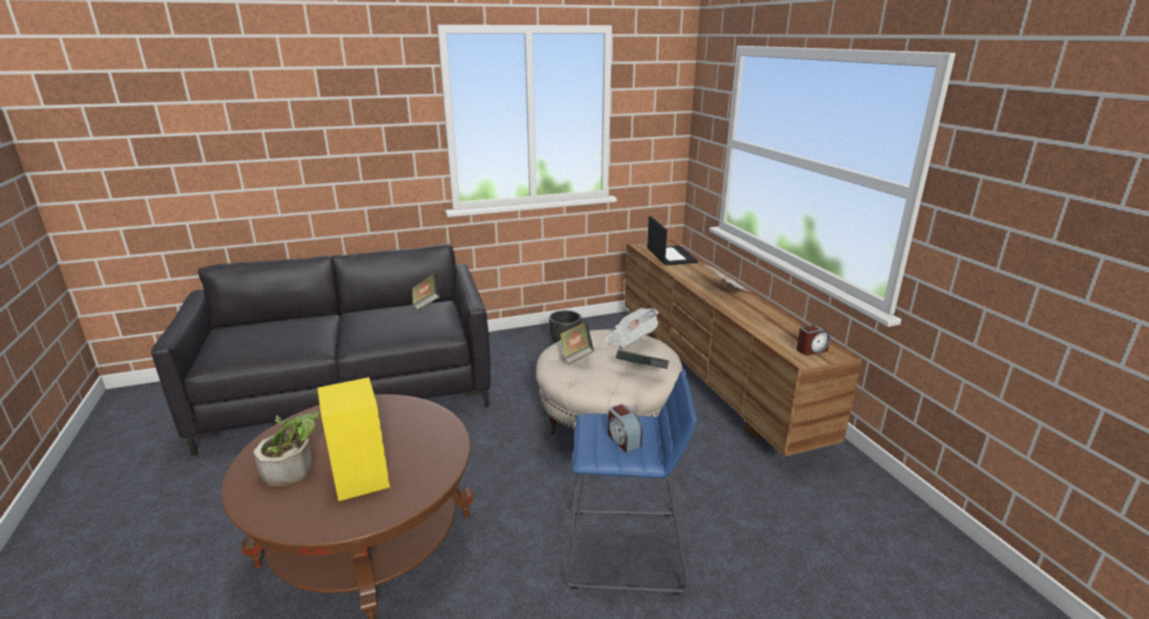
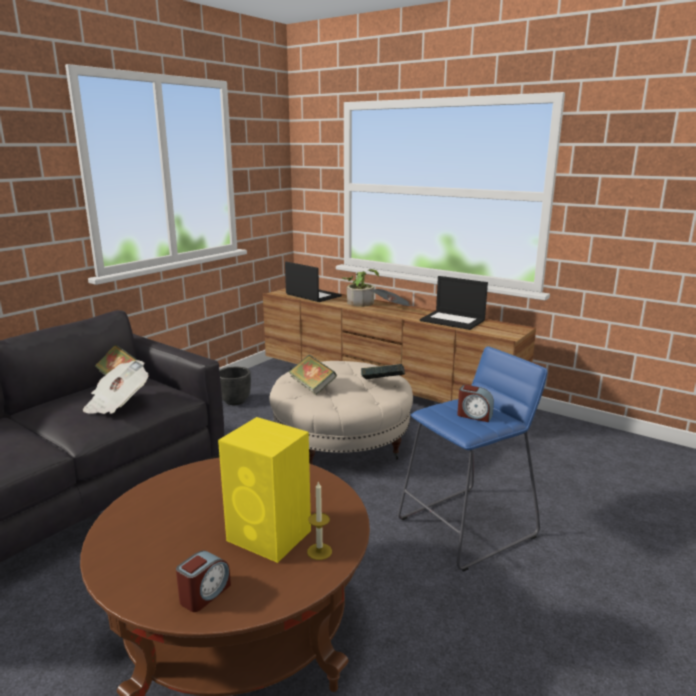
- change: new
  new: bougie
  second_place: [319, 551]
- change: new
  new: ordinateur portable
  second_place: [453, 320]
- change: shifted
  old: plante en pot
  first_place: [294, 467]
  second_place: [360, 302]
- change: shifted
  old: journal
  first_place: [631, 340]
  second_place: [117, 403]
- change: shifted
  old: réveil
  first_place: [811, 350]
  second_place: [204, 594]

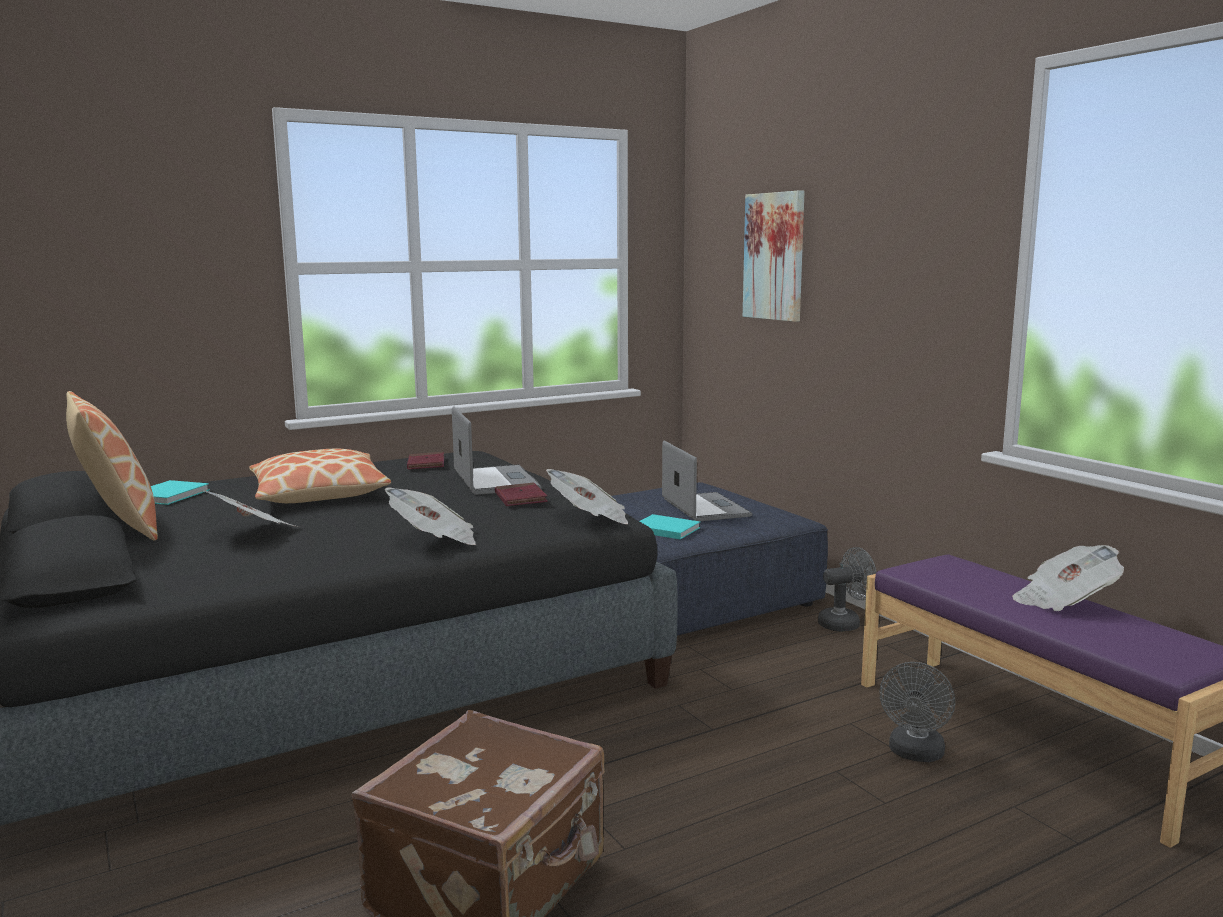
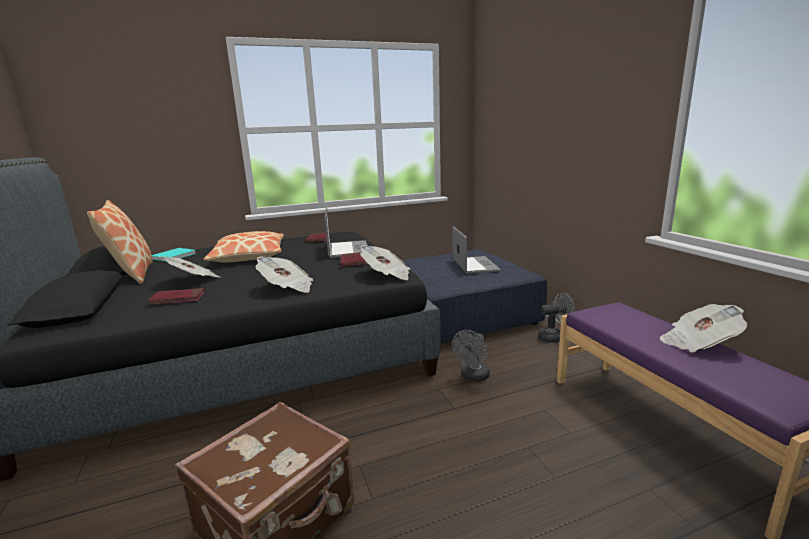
- change: gone
  old: livre/turquoise
  first_place: [664, 529]
- change: gone
  old: tableau
  first_place: [775, 256]
- change: new
  new: livre/rouge
  second_place: [178, 299]
- change: shifted
  old: ventilateur/gris
  first_place: [915, 754]
  second_place: [473, 377]

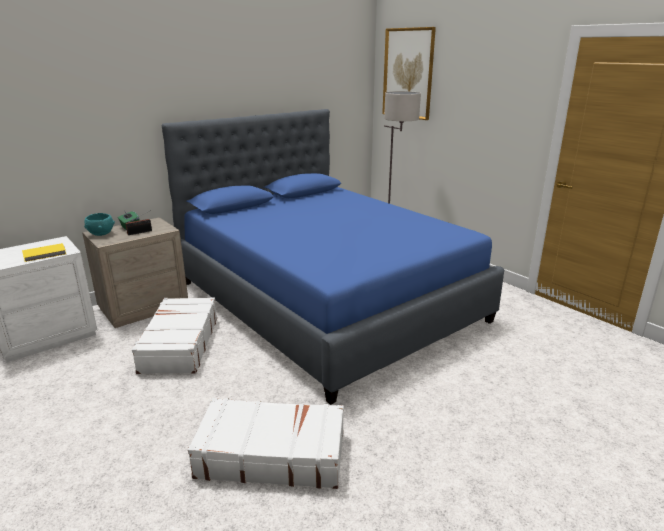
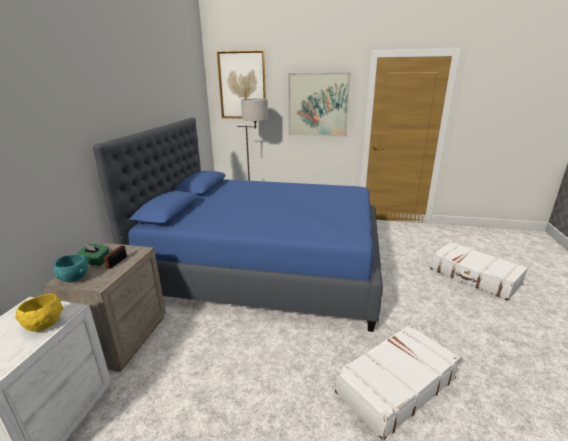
- change: new
  new: tableau
  second_place: [318, 105]
- change: shifted
  old: valise/blanc
  first_place: [179, 344]
  second_place: [474, 277]
- change: swapped
  old: livre/jaune
  new: bol/jaune
  first_place: [45, 254]
  second_place: [45, 325]

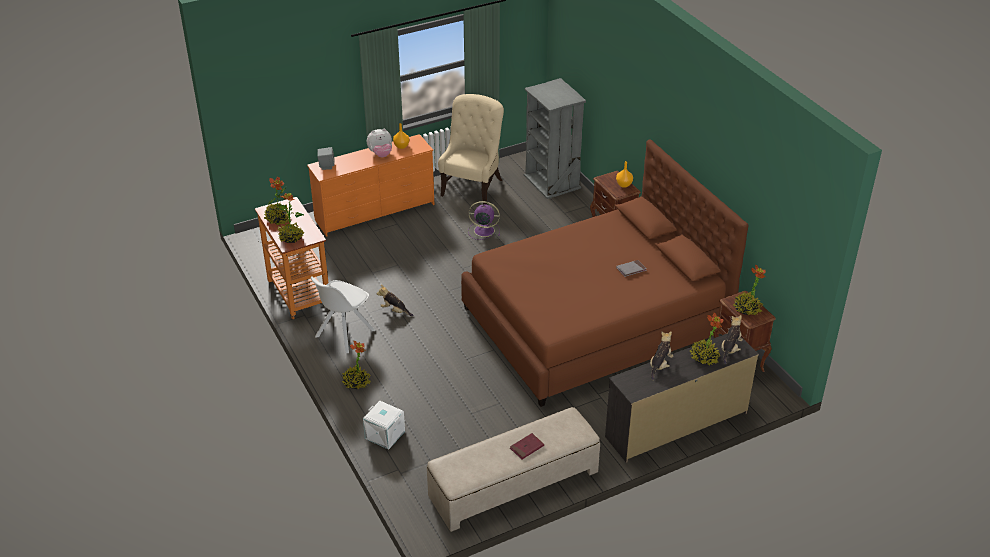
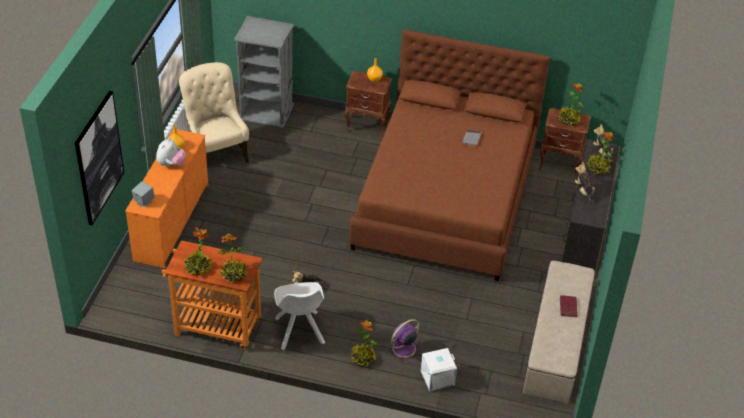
- change: new
  new: tableau
  second_place: [98, 158]
- change: shifted
  old: ventilateur/violet
  first_place: [483, 230]
  second_place: [403, 349]

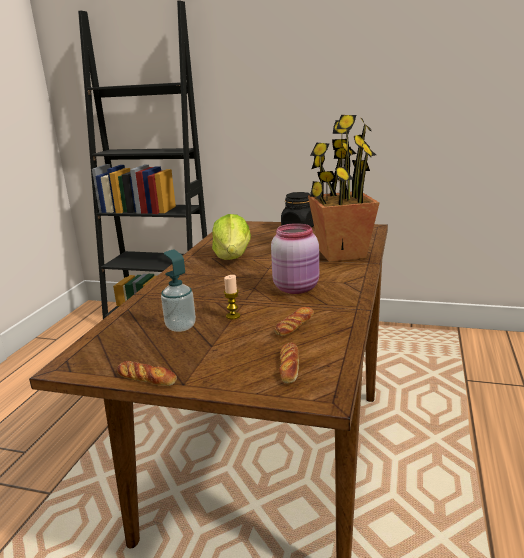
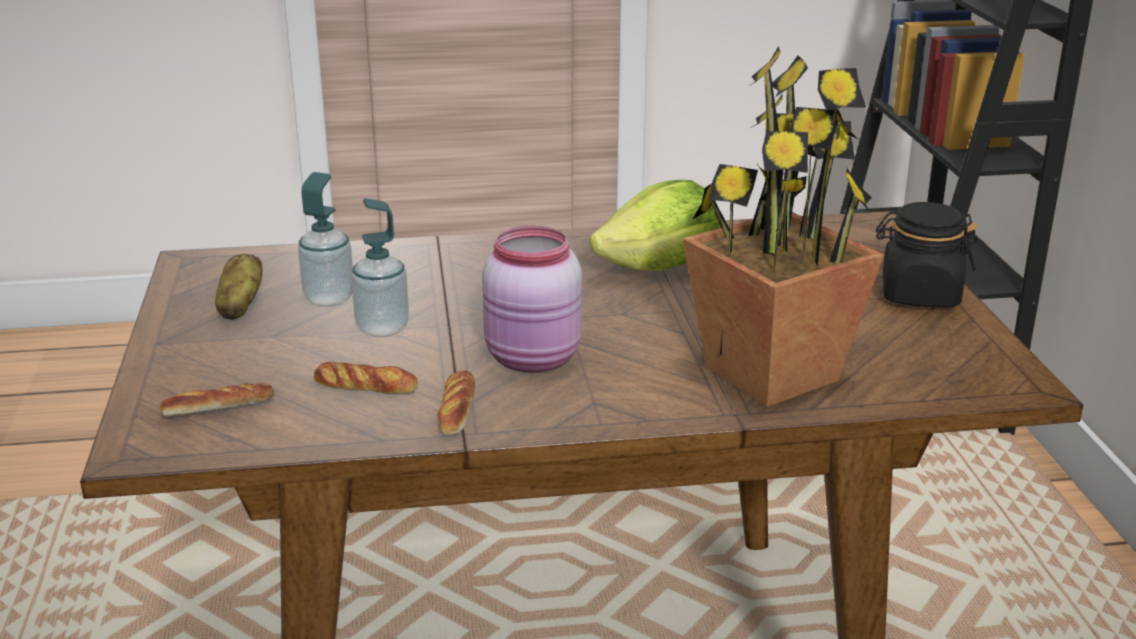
- change: new
  new: pomme de terre
  second_place: [240, 307]
- change: shifted
  old: pain
  first_place: [147, 378]
  second_place: [457, 410]
- change: swapped
  old: bougie
  new: distributeur de savon
  first_place: [233, 316]
  second_place: [382, 328]

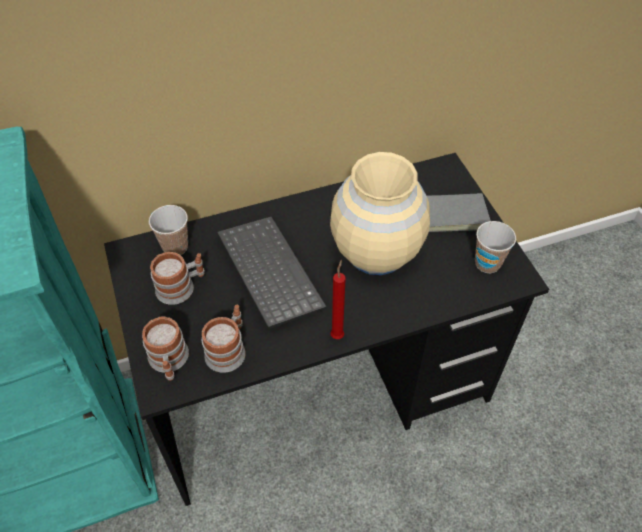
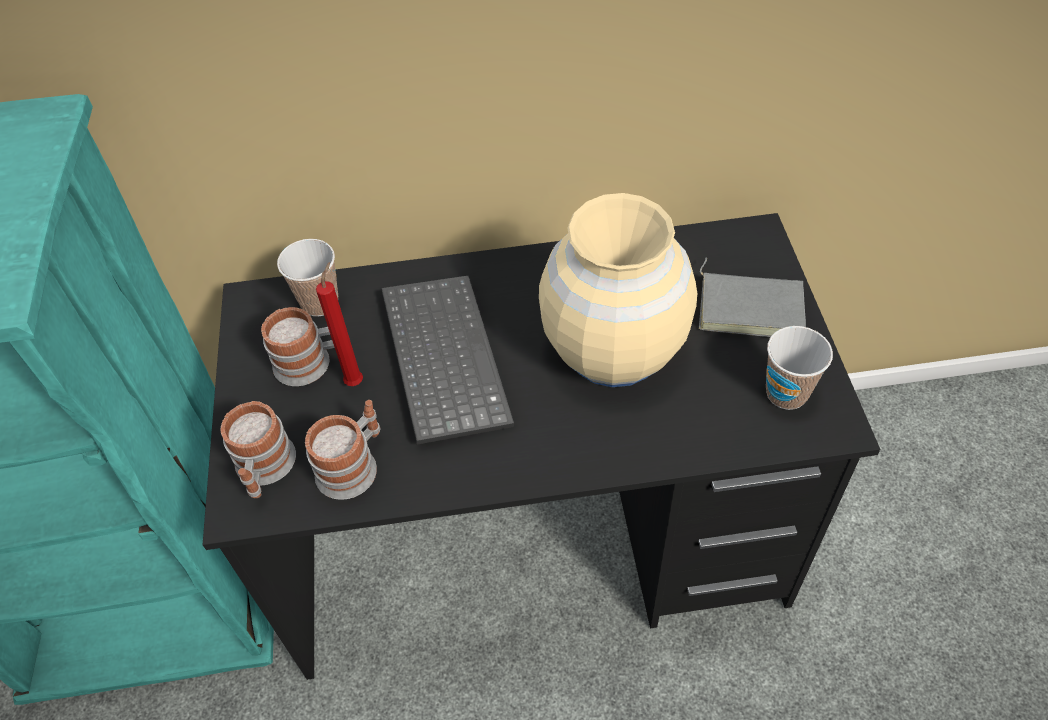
- change: shifted
  old: bougie/rouge
  first_place: [337, 334]
  second_place: [356, 380]

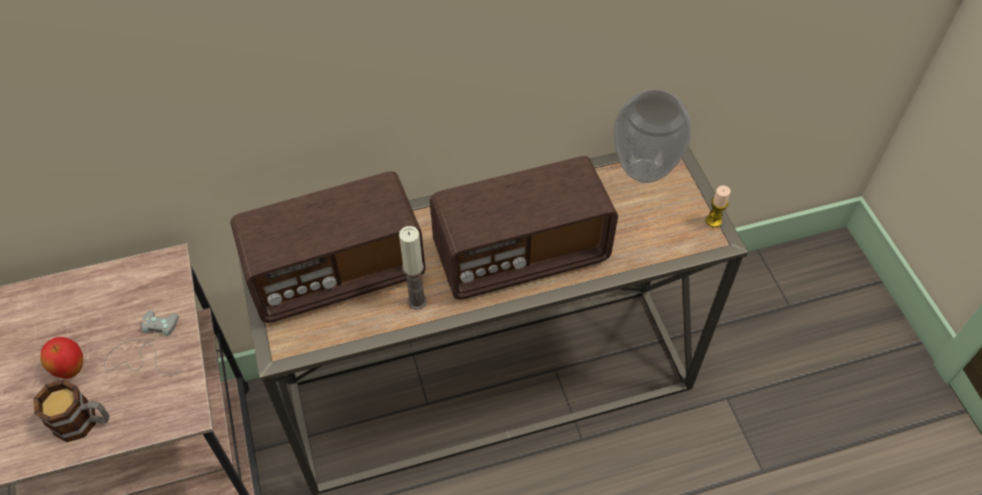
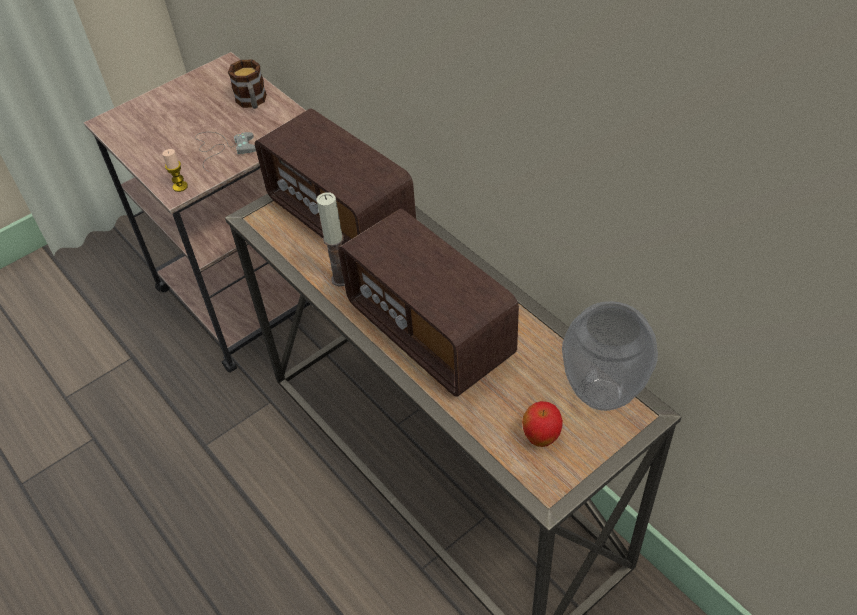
- change: shifted
  old: mug
  first_place: [84, 422]
  second_place: [252, 102]
- change: shifted
  old: pomme
  first_place: [71, 369]
  second_place: [541, 438]
- change: shifted
  old: bougie
  first_place: [713, 220]
  second_place: [180, 186]

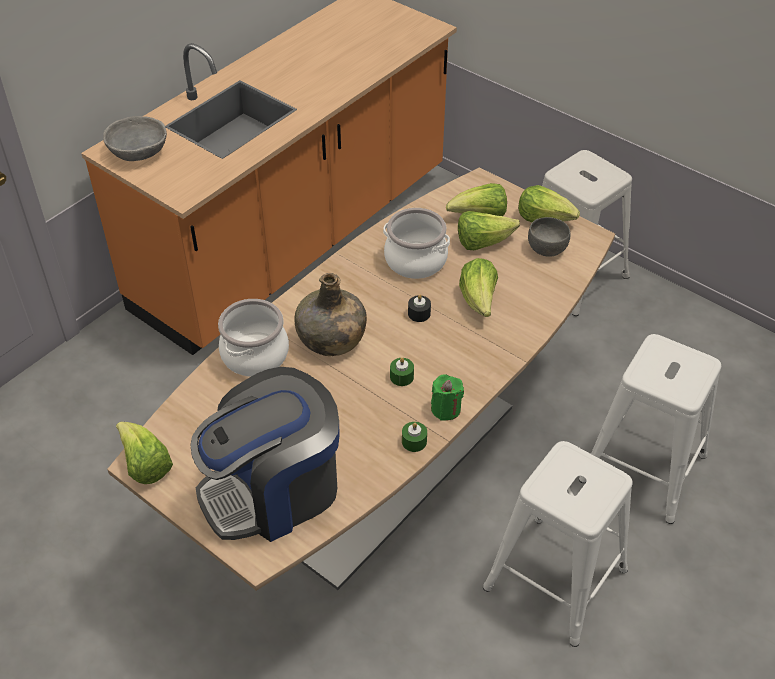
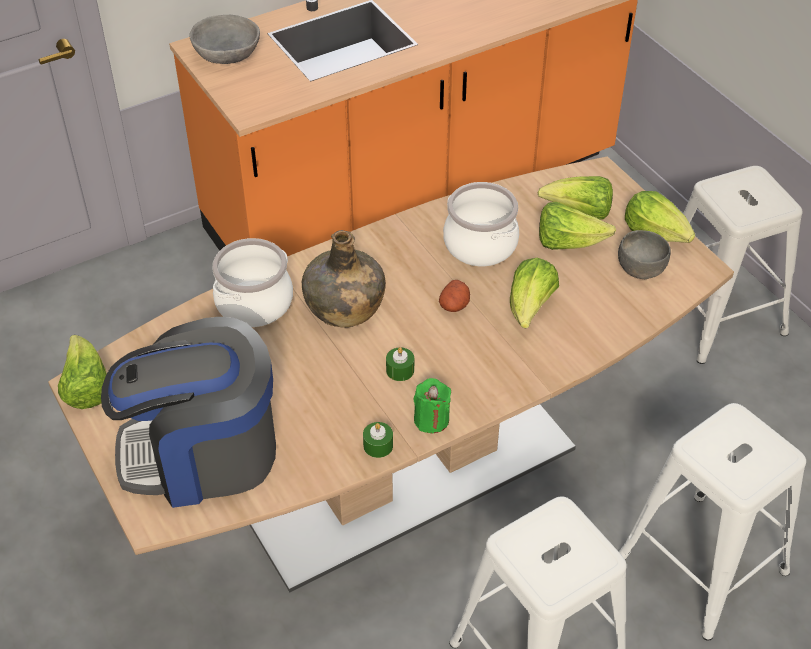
- change: swapped
  old: bougie/noir
  new: pomme de terre
  first_place: [419, 313]
  second_place: [454, 305]

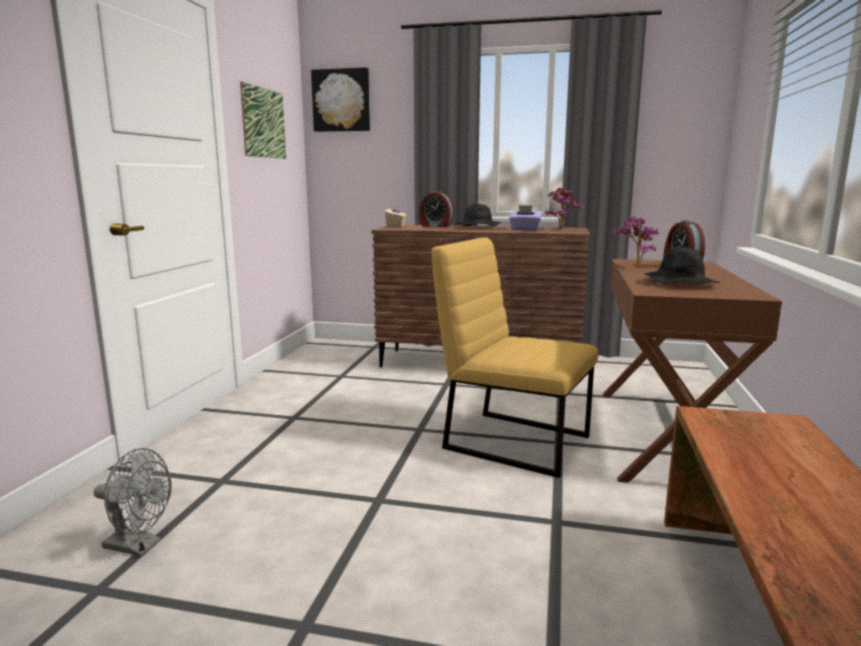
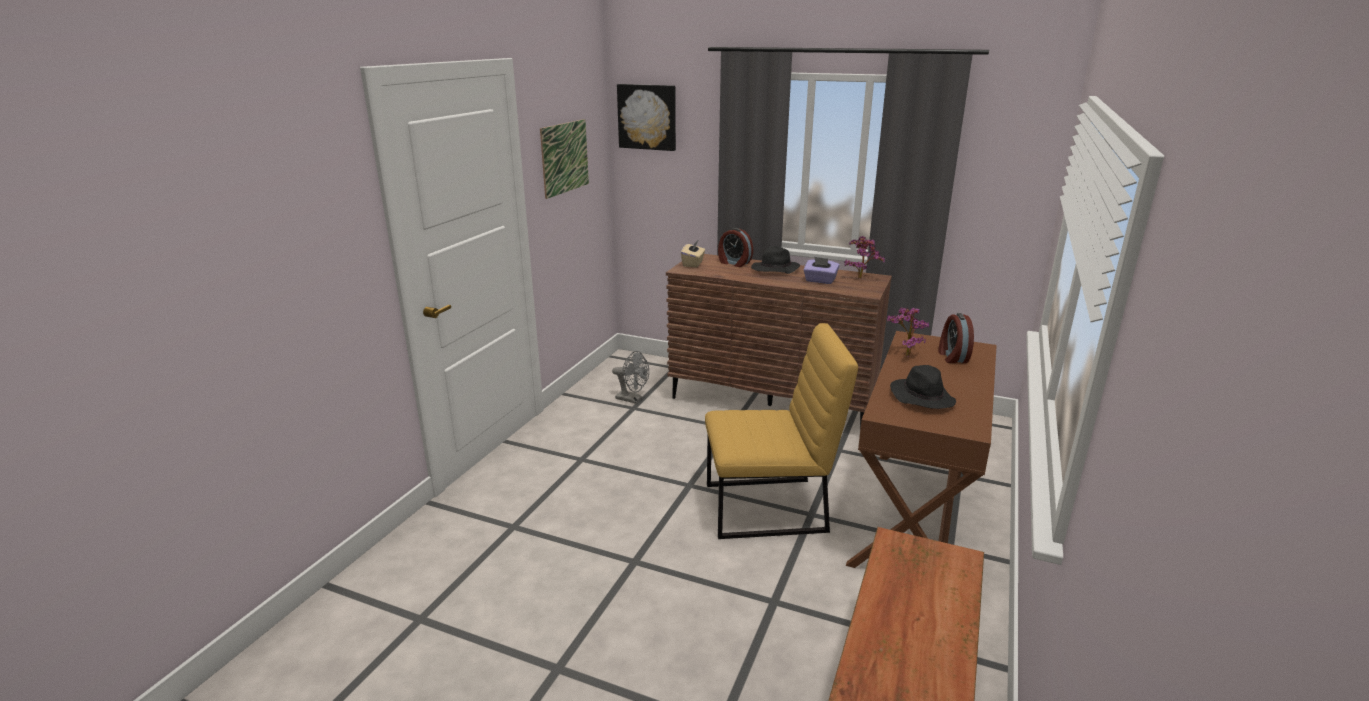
- change: shifted
  old: ventilateur/gris
  first_place: [139, 546]
  second_place: [632, 399]
- change: rotated
  old: chaise/jaune
  first_place: [513, 441]
  second_place: [769, 508]
  degrees: 135

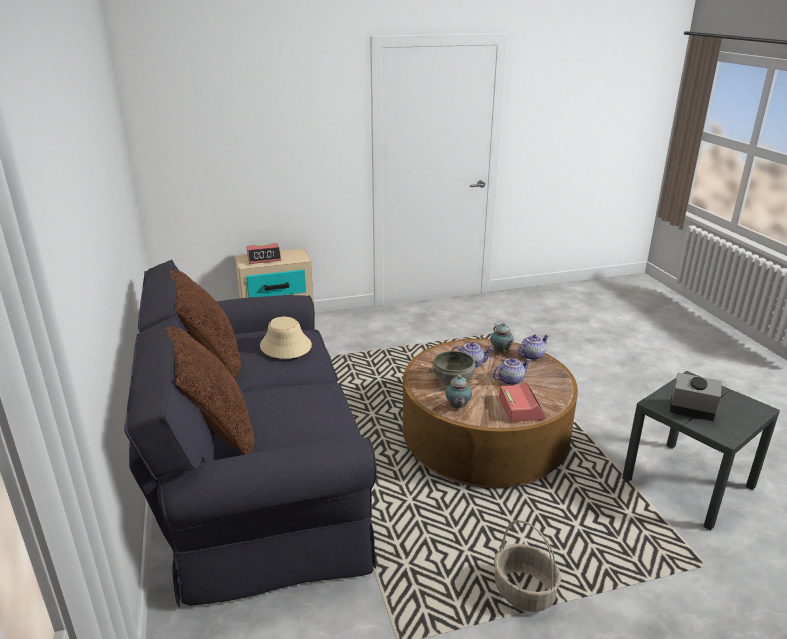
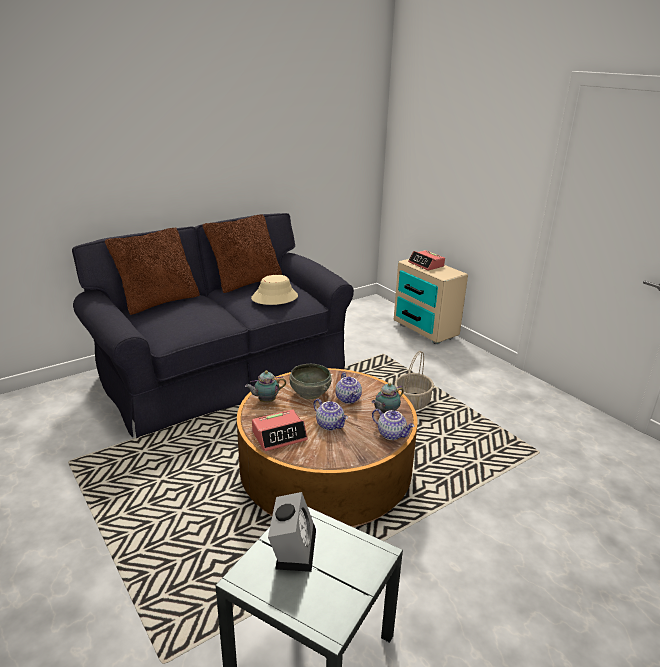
- change: shifted
  old: panier
  first_place: [523, 592]
  second_place: [412, 401]

